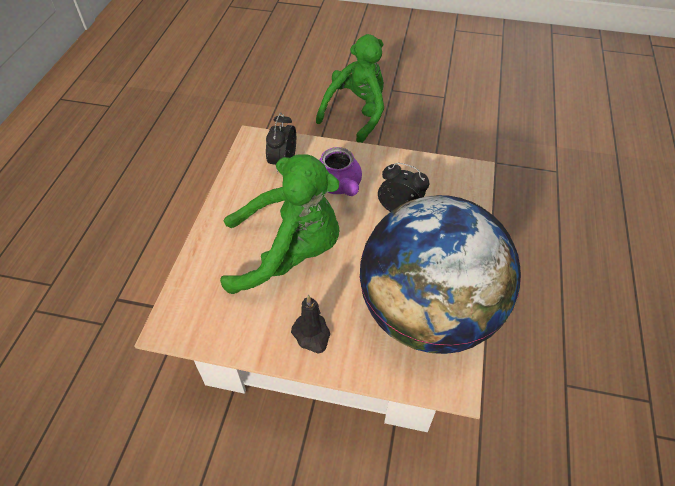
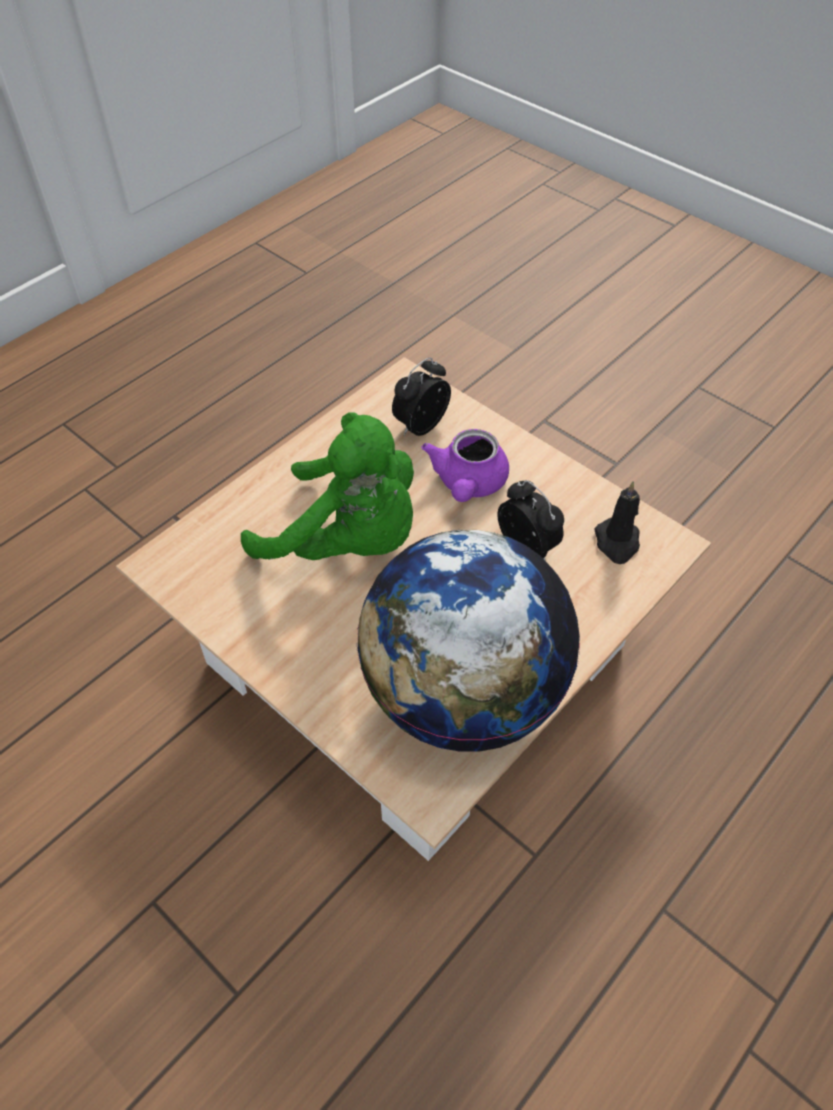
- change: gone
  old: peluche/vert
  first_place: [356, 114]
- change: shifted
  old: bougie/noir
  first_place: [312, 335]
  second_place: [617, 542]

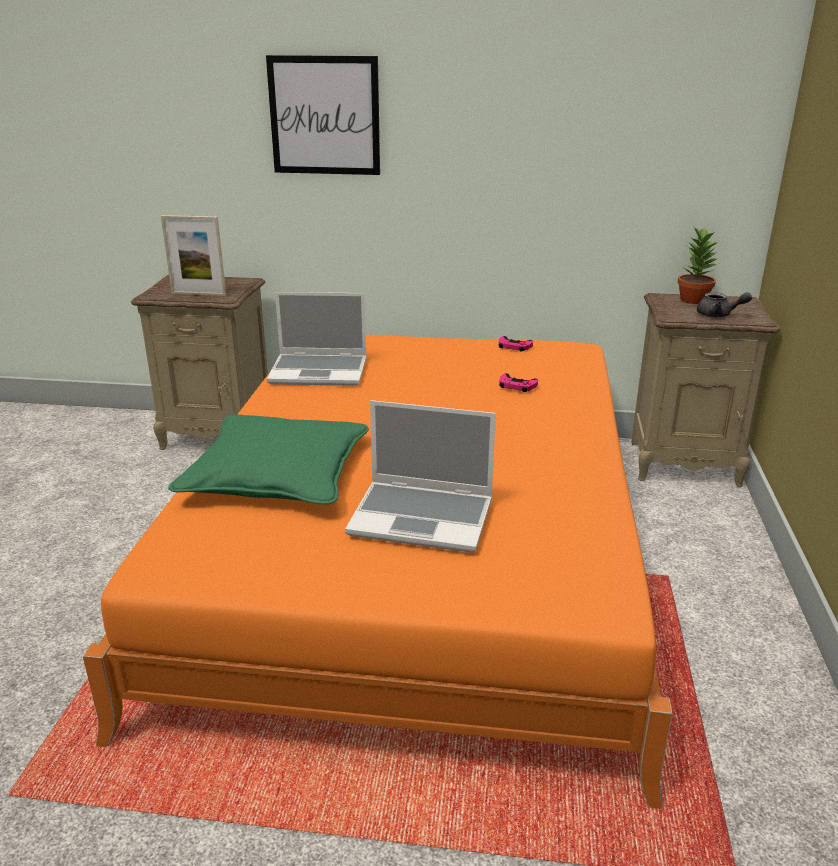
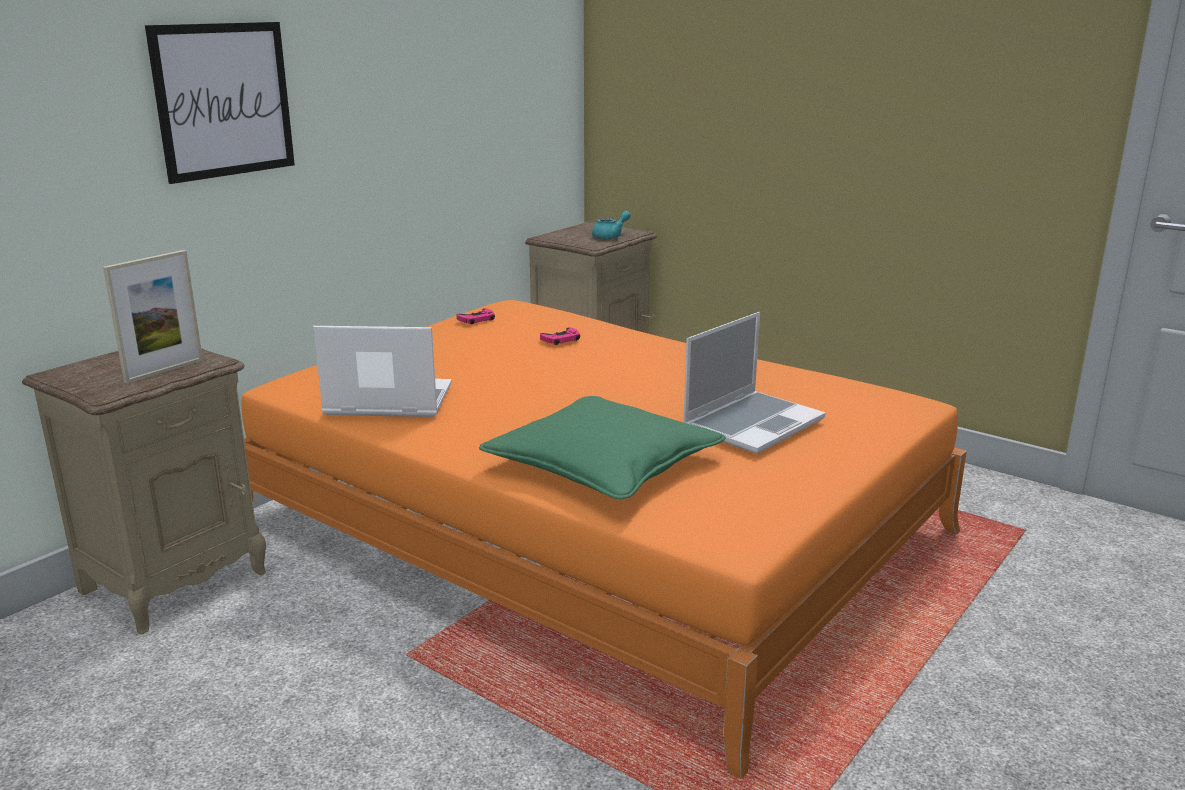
- change: gone
  old: plante en pot
  first_place: [693, 300]
- change: repainted
  old: théière/gris
  new: théière/turquoise
  first_place: [718, 315]
  second_place: [611, 236]
- change: rotated
  old: ordinateur portable
  first_place: [320, 371]
  second_place: [387, 401]
  degrees: -120

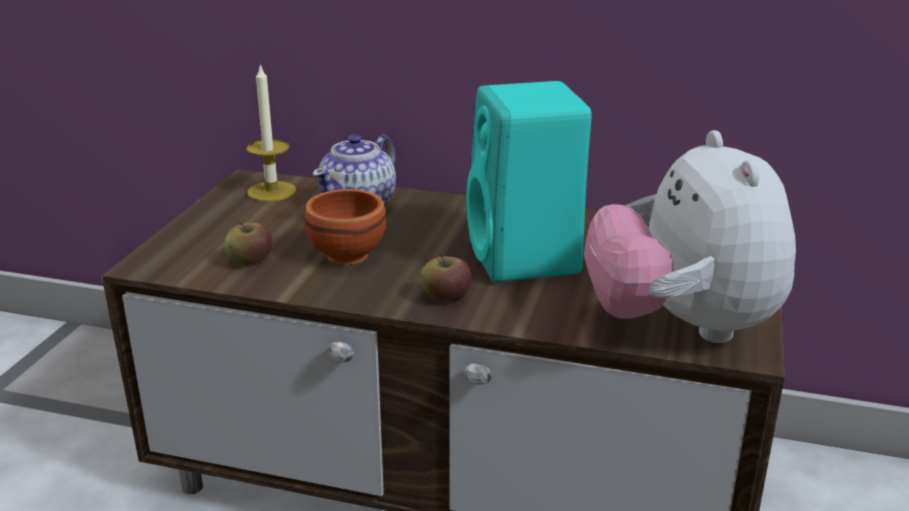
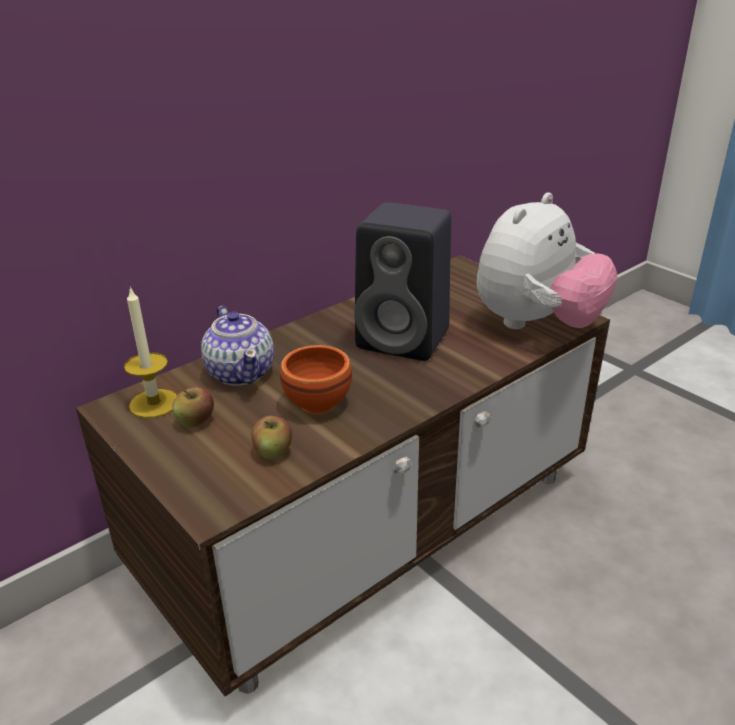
- change: shifted
  old: pomme
  first_place: [446, 297]
  second_place: [195, 421]
- change: repainted
  old: enceinte/turquoise
  new: enceinte/noir
  first_place: [526, 259]
  second_place: [406, 339]
- change: rotated
  old: peluche
  first_place: [681, 326]
  second_place: [537, 324]
  degrees: -75

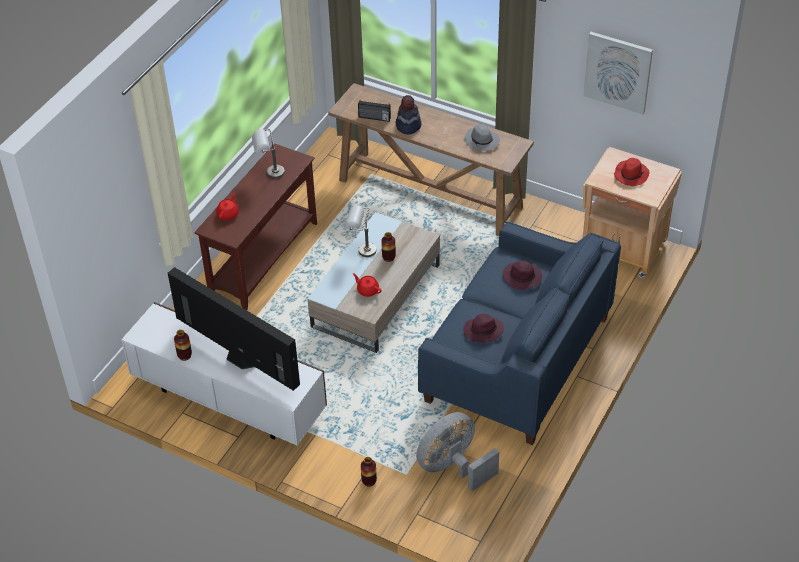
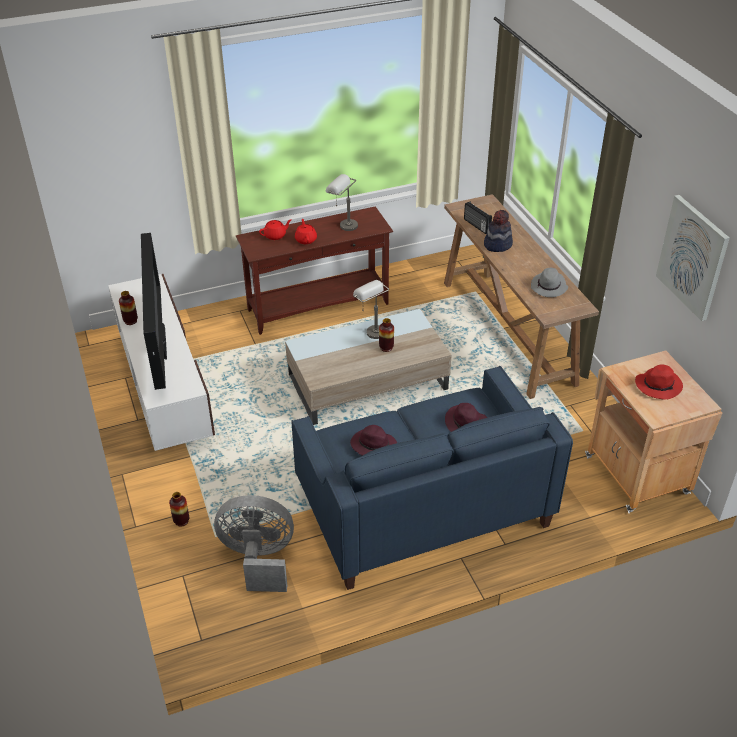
- change: shifted
  old: théière/rouge
  first_place: [367, 290]
  second_place: [306, 239]

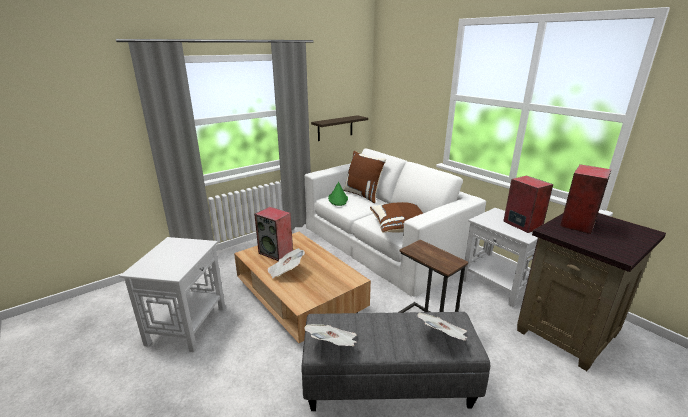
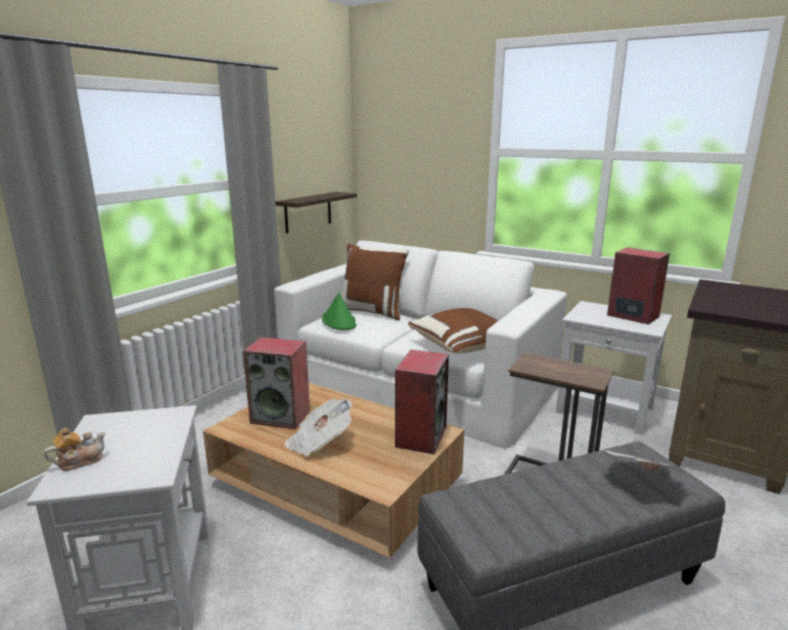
- change: gone
  old: journal
  first_place: [333, 345]
- change: new
  new: théière
  second_place: [79, 461]
- change: shifted
  old: enceinte
  first_place: [577, 223]
  second_place: [420, 436]

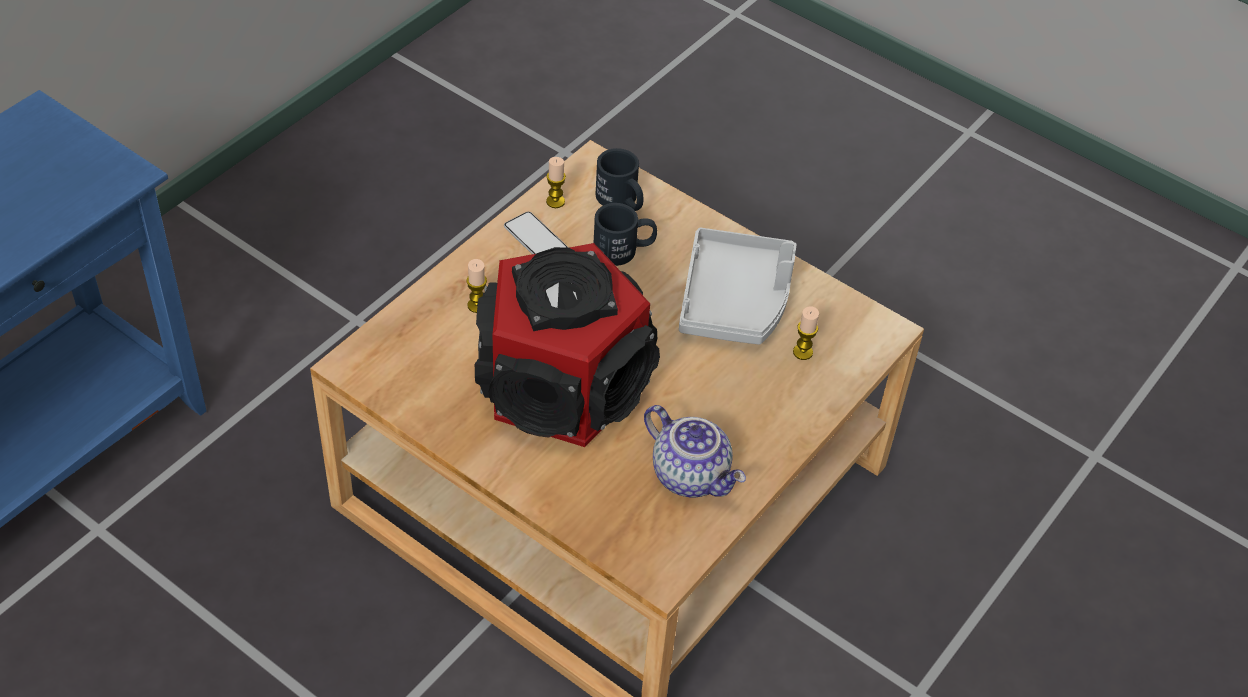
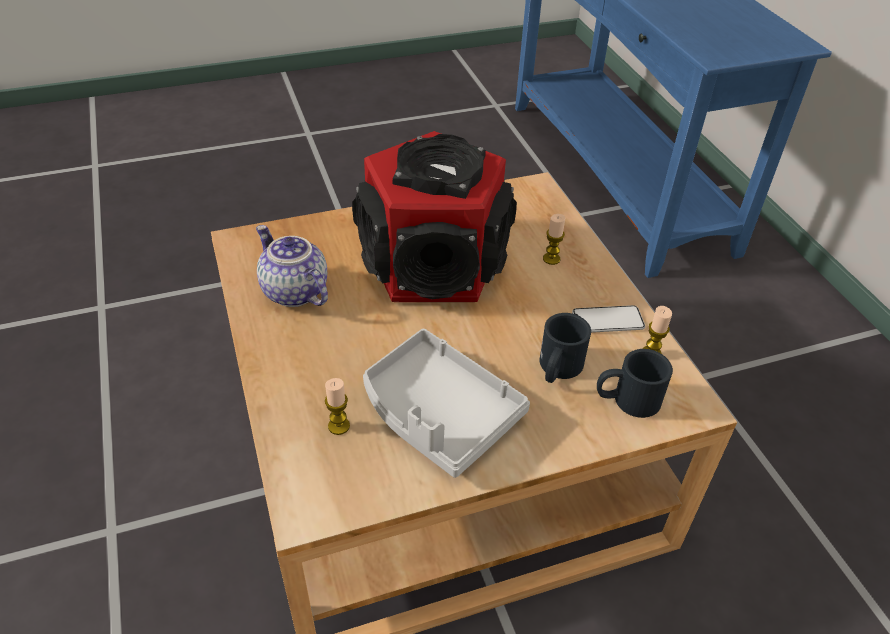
- change: rotated
  old: théière
  first_place: [692, 475]
  second_place: [293, 292]
  degrees: 60

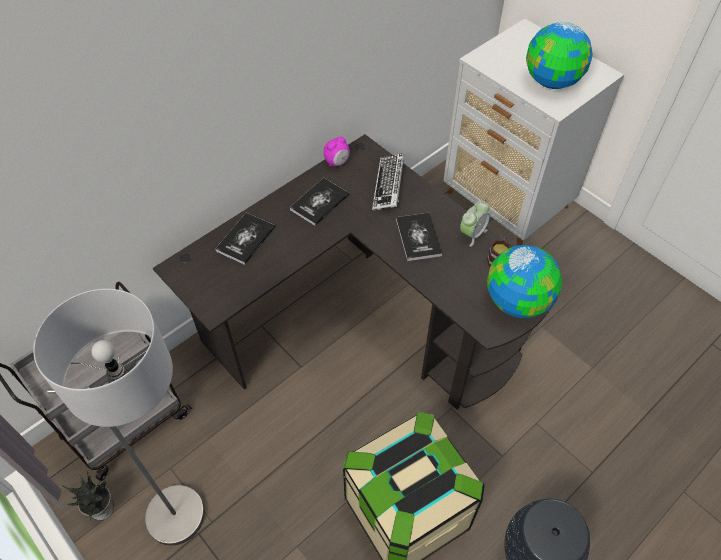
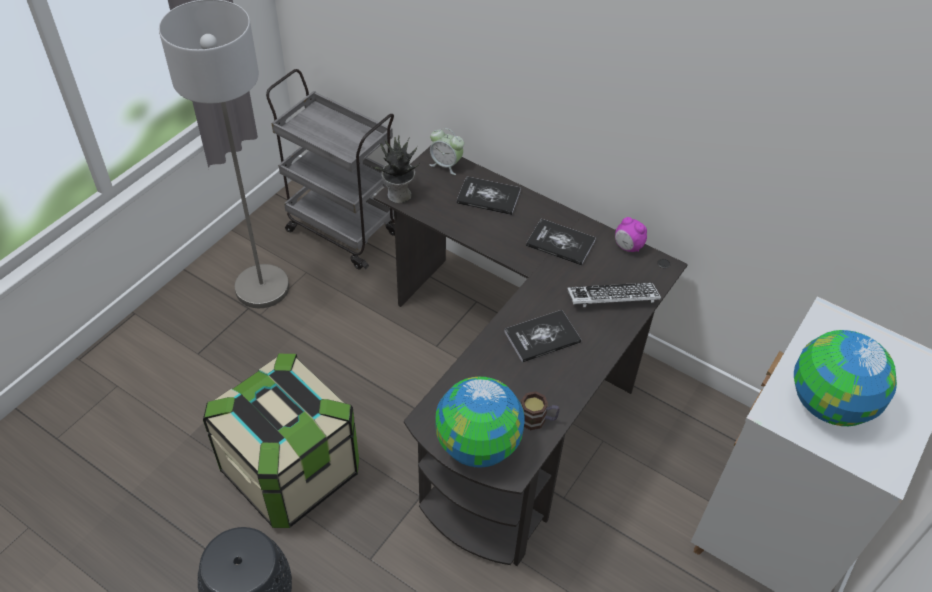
- change: shifted
  old: plante en pot
  first_place: [103, 509]
  second_place: [399, 195]
- change: shifted
  old: réveil
  first_place: [472, 234]
  second_place: [446, 165]

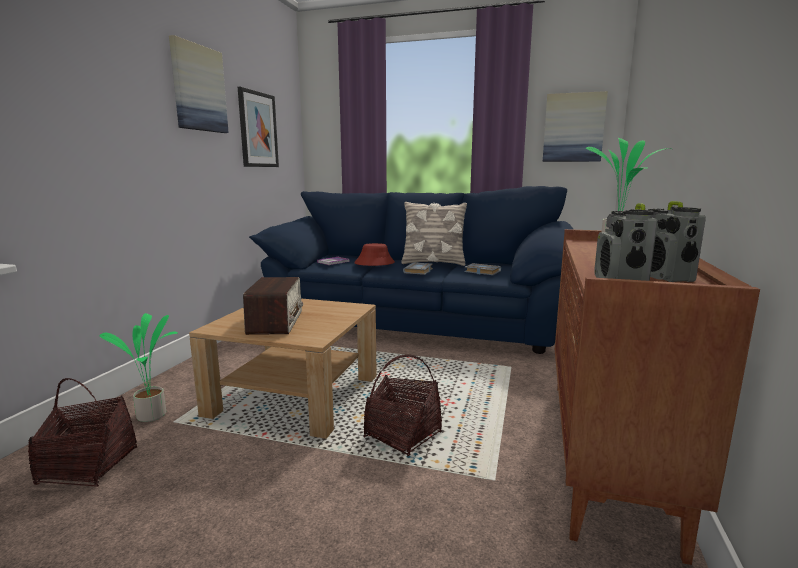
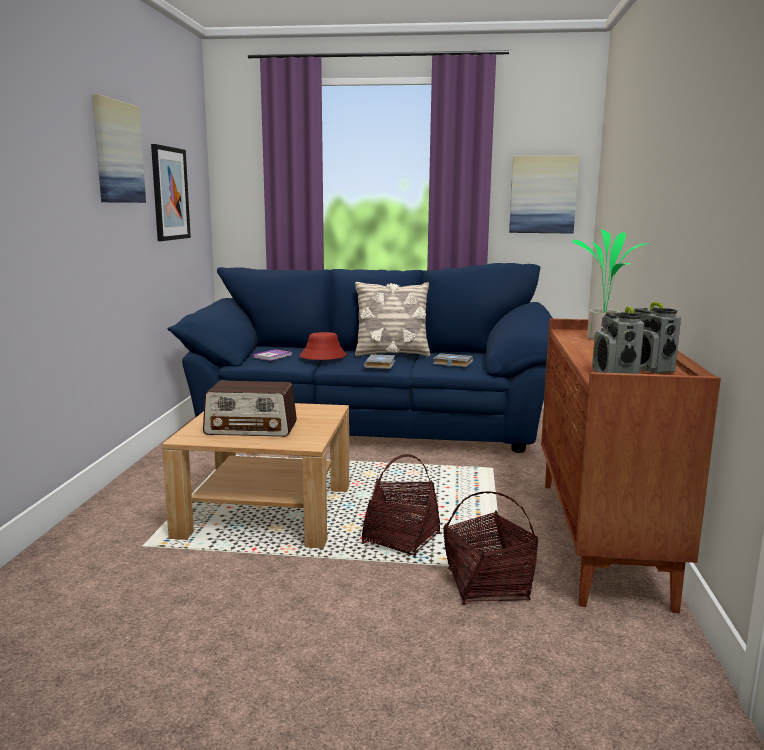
- change: gone
  old: plante en pot
  first_place: [154, 415]
- change: shifted
  old: panier
  first_place: [88, 465]
  second_place: [486, 585]
- change: rotated
  old: radio
  first_place: [276, 322]
  second_place: [251, 428]
  degrees: 105

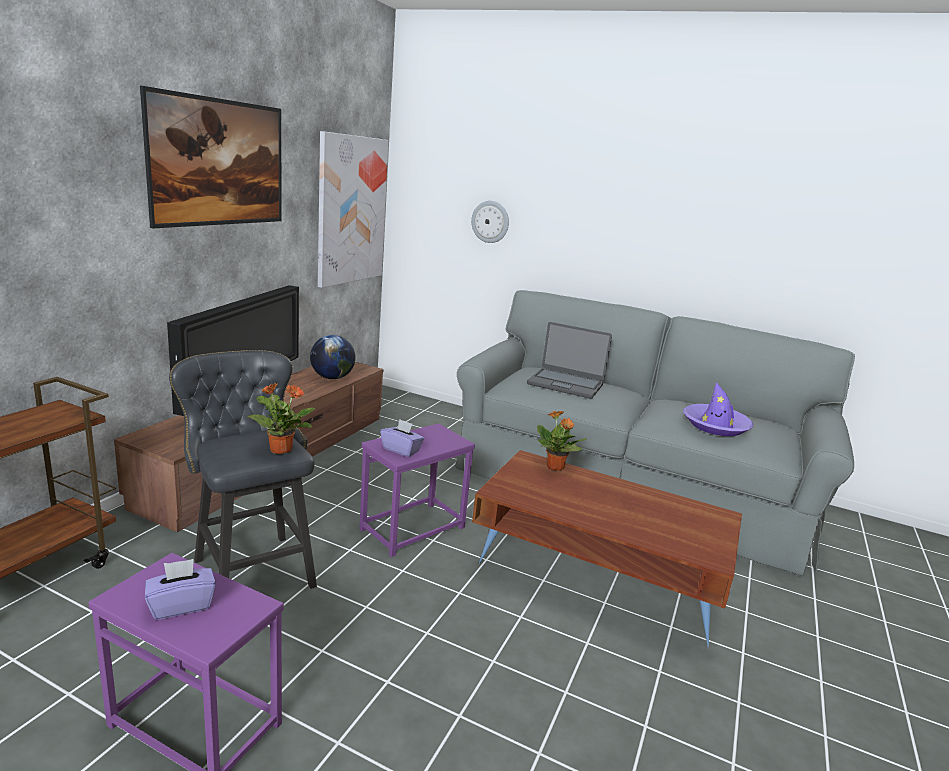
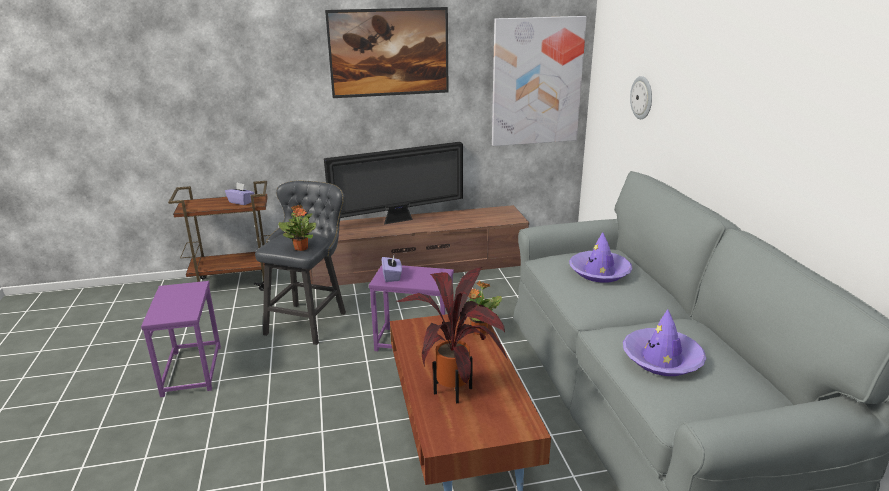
- change: gone
  old: globe
  first_place: [332, 378]
- change: new
  new: plante en pot
  second_place: [457, 389]
- change: shifted
  old: boîte à mouchoirs/violet
  first_place: [181, 605]
  second_place: [241, 202]
- change: swapped
  old: ordinateur portable
  new: chapeau/violet
  first_place: [565, 384]
  second_place: [599, 272]

